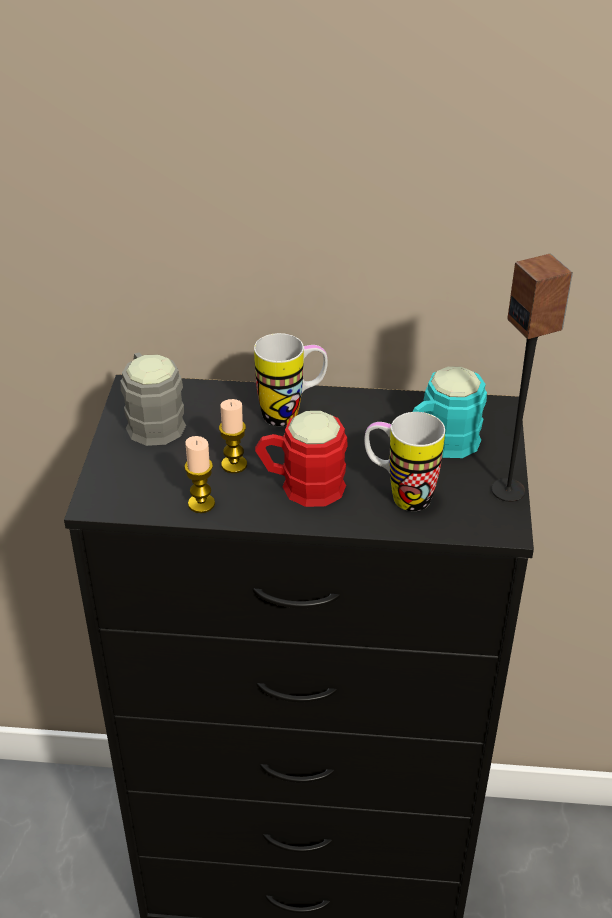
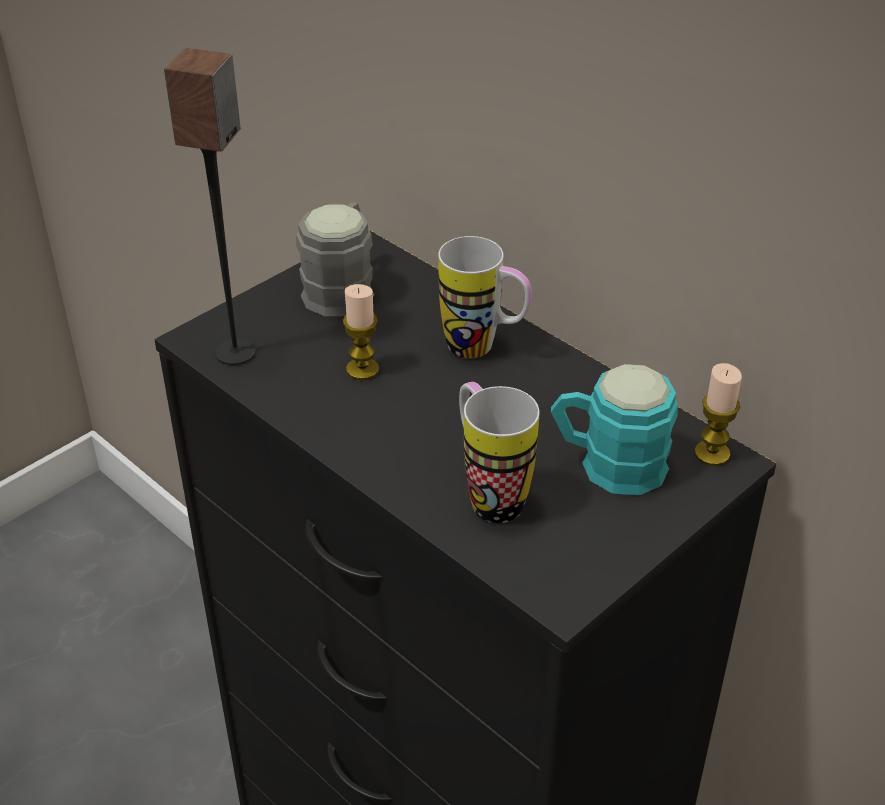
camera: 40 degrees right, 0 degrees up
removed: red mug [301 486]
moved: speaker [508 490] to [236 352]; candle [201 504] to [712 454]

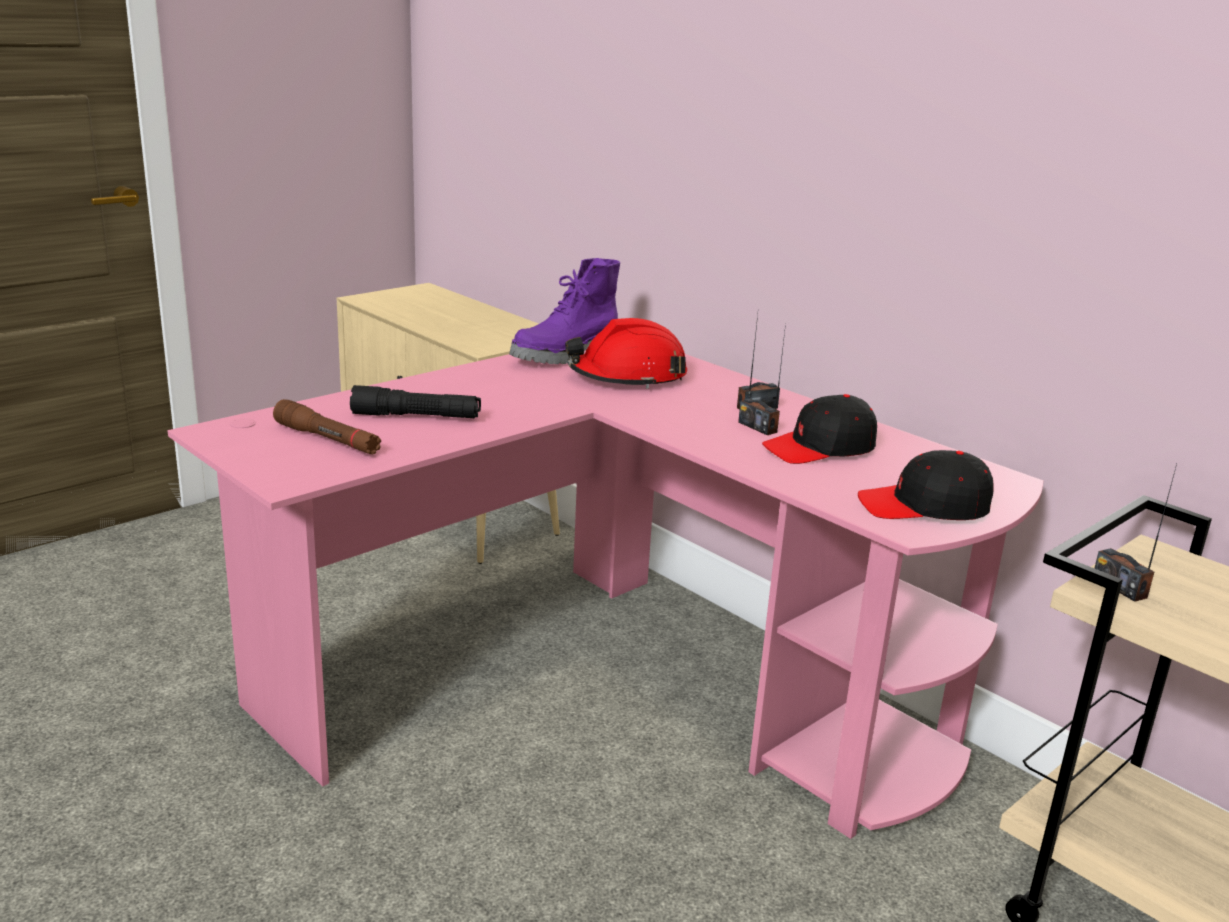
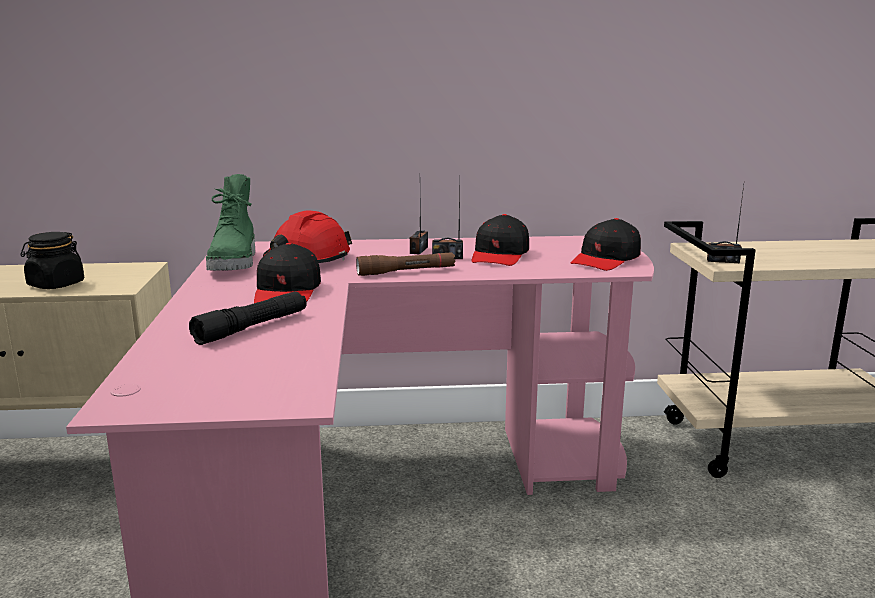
camera: 50 degrees left, 5 degrees down
added: black jar [56 285]; black cap [287 292]
moved: brown flashlight [327 439] to [406 272]
recoloured: purple boot [566 355] to green boot [235 263]

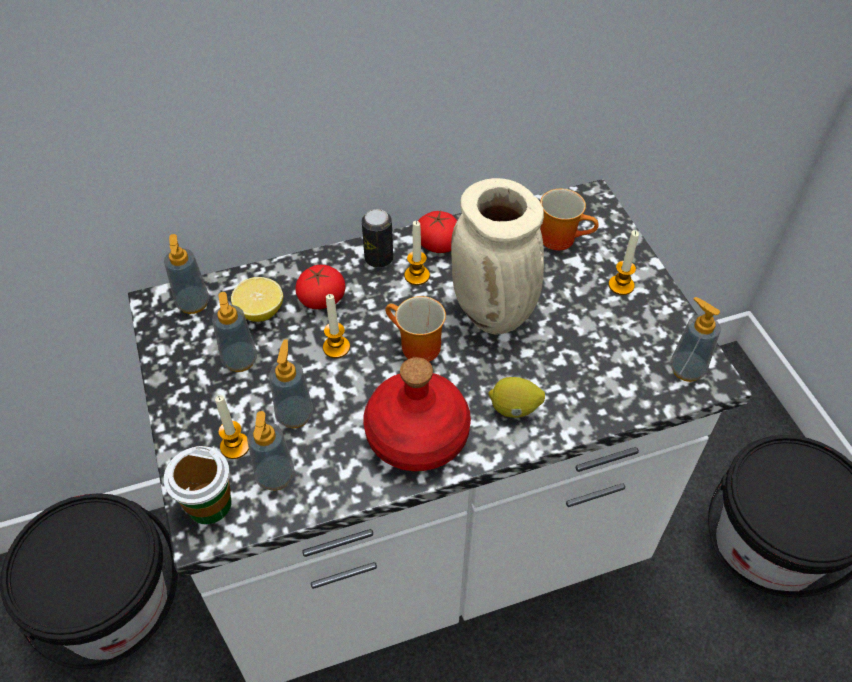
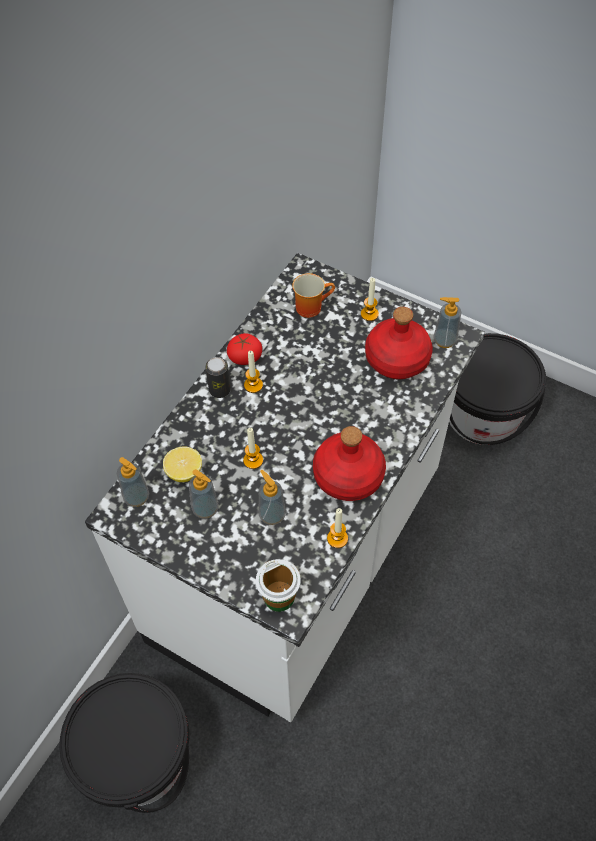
camera: 40 degrees left, 5 degrees up
removed: soap dispenser [275 476]; tomato [321 298]; mug [415 348]; beige vase [494 315]; lemon [514 409]
added: red bottle [397 360]
moved: candle [235 446] to [337 538]

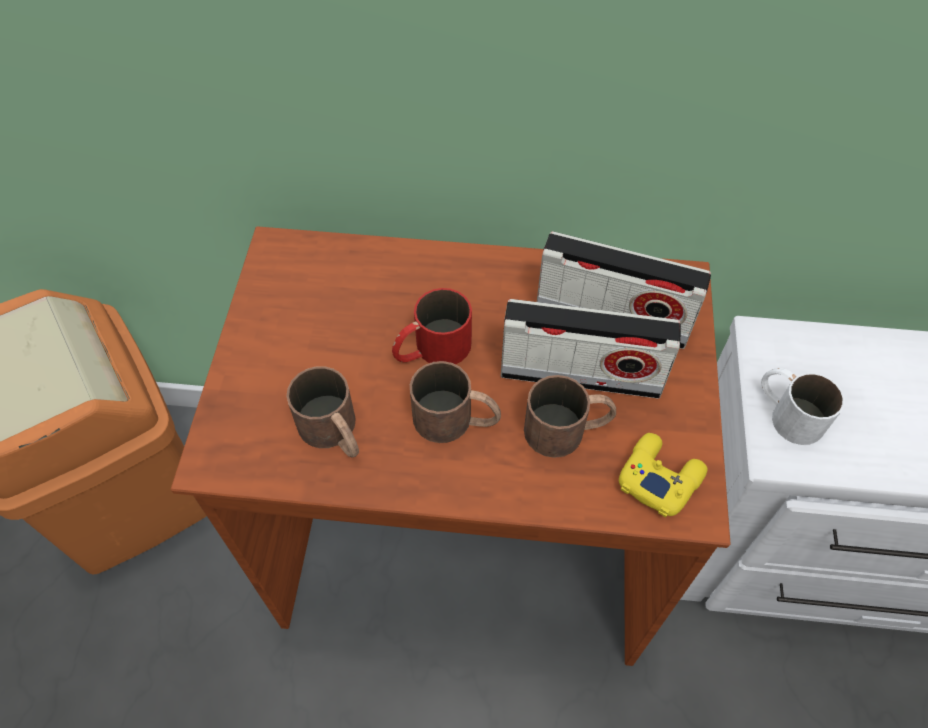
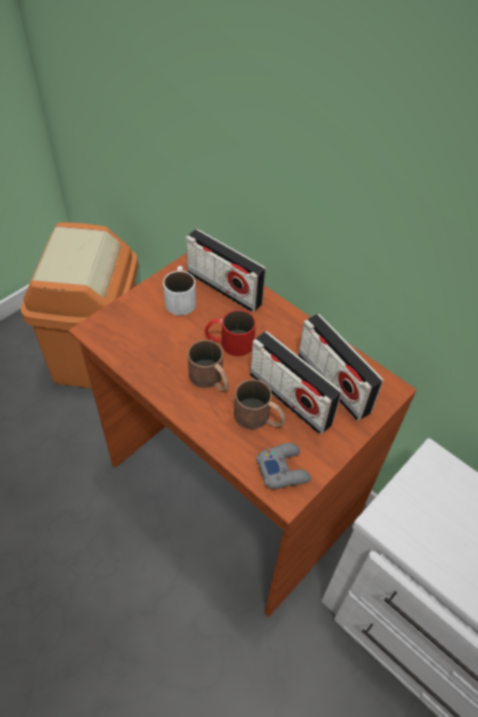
camera: 35 degrees right, 5 degrees down
removed: brown mug [334 433]
added: radio [224 288]
moved: white mug [787 412] to [180 298]
recoloured: yellow game controller [659 477] to grey game controller [283 469]

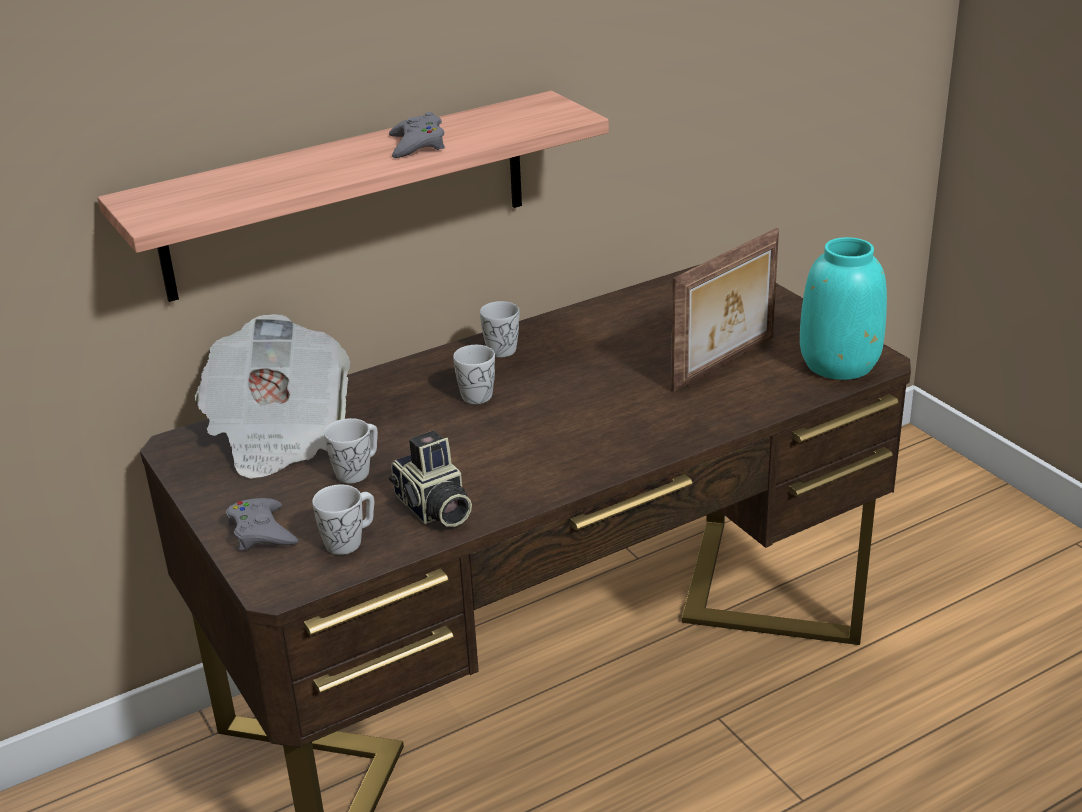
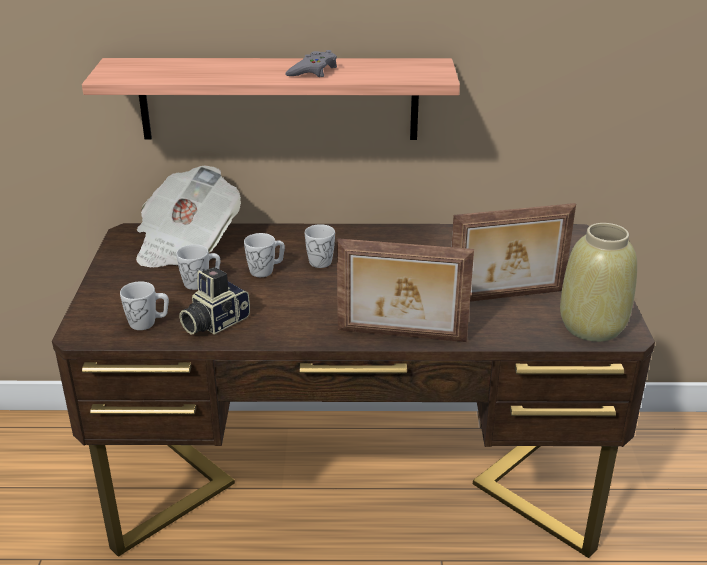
camera: 30 degrees right, 0 degrees up
removed: grey game controller [261 532]
added: picture frame [401 336]
moved: white mug [505 347] to [266 270]
recoloured: turquoise vase [838 364] to beige vase [591 326]
turned: photo camera [433 509] = [214 322] 45 degrees clockwise

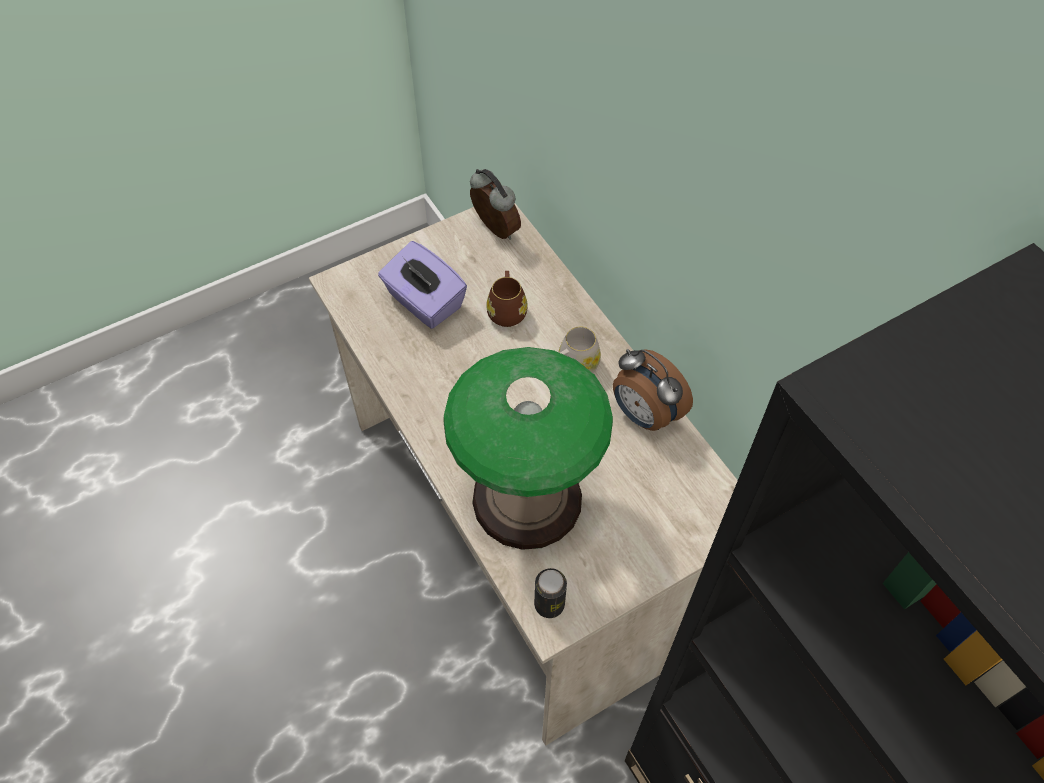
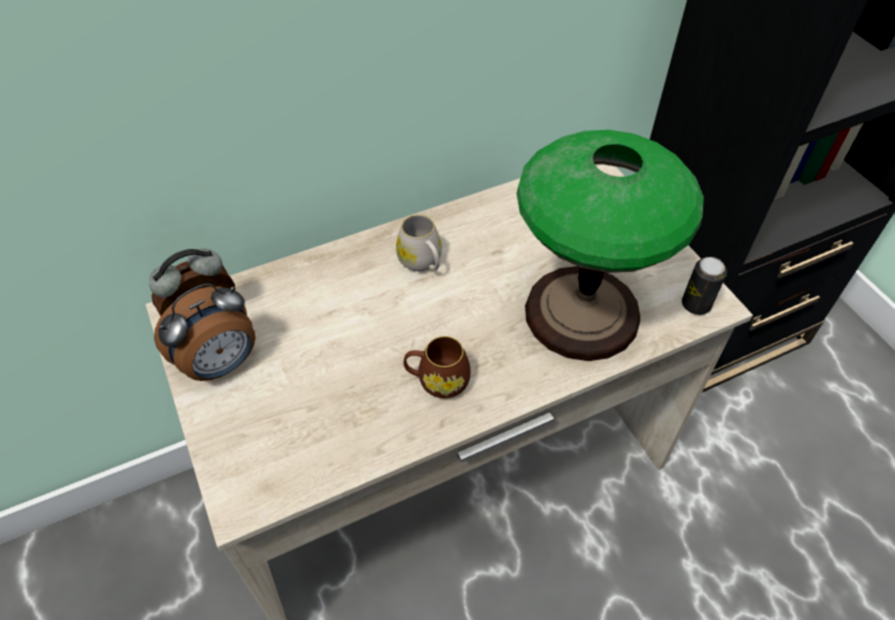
camera: 85 degrees left, 5 degrees down
removed: purple tissue box [424 302]
moved: alarm clock [644 415] to [221 364]; brown mug [507 310] to [437 380]

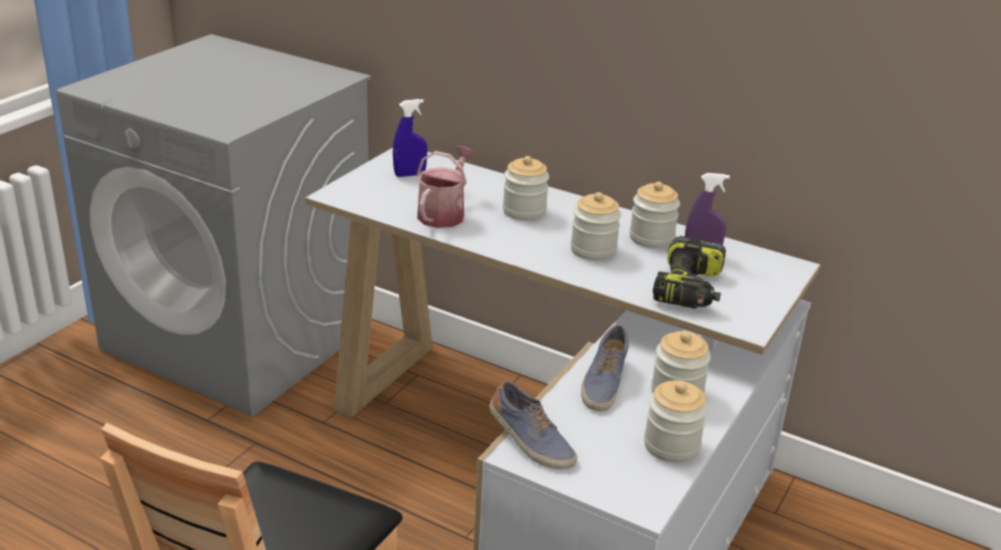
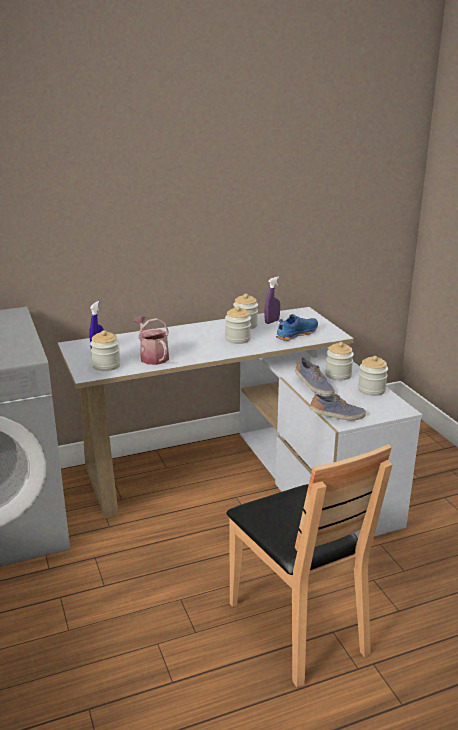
camera: 50 degrees left, 5 degrees down
moved: jar [524 211] to [106 365]
replaced: power drill [690 289] to blue shoe [296 334]

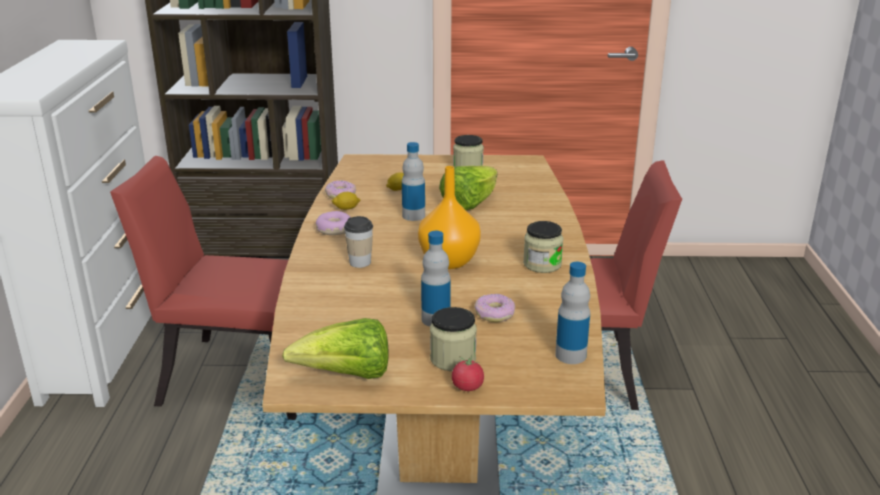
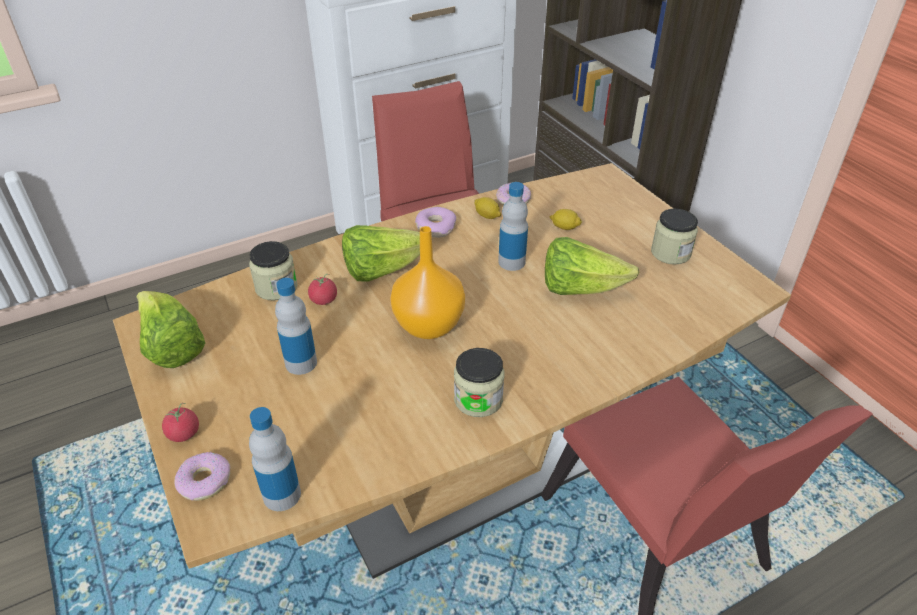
camera: 60 degrees right, 15 degrees up
added: tomato [324 300]
moved: donut [494 314] to [204 481]; jar [453 359] to [276 287]
replaced: cup [360 262] to lettuce [382 270]

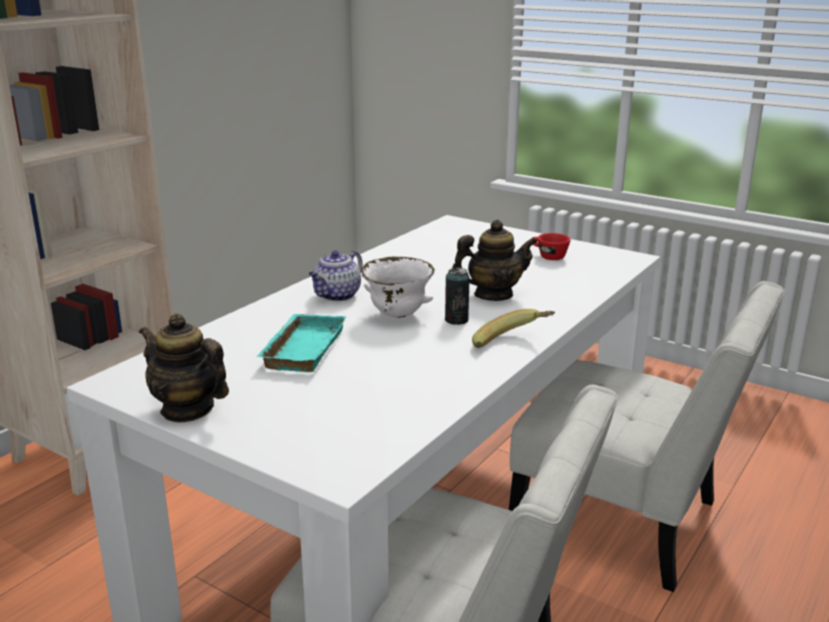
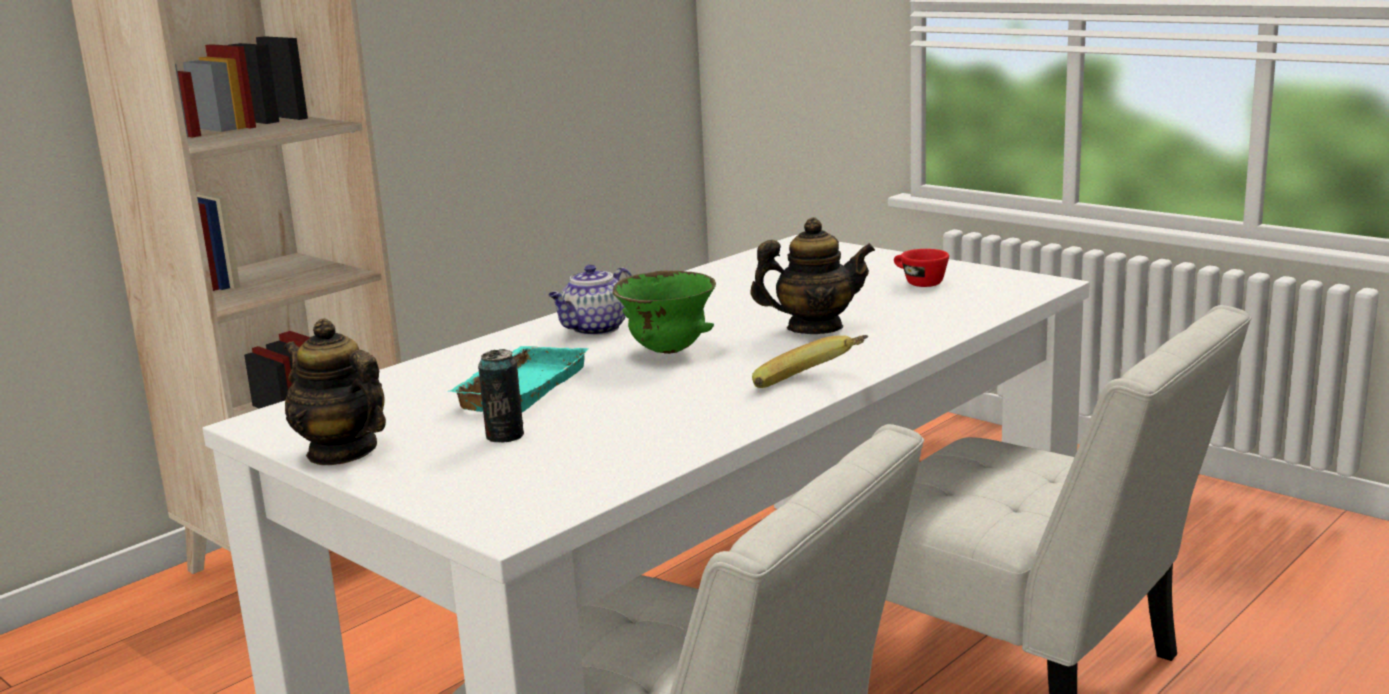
camera: 10 degrees right, 5 degrees down
moved: can [456 320] to [505 436]
recoloured: white bowl [397 315] to green bowl [667 351]

